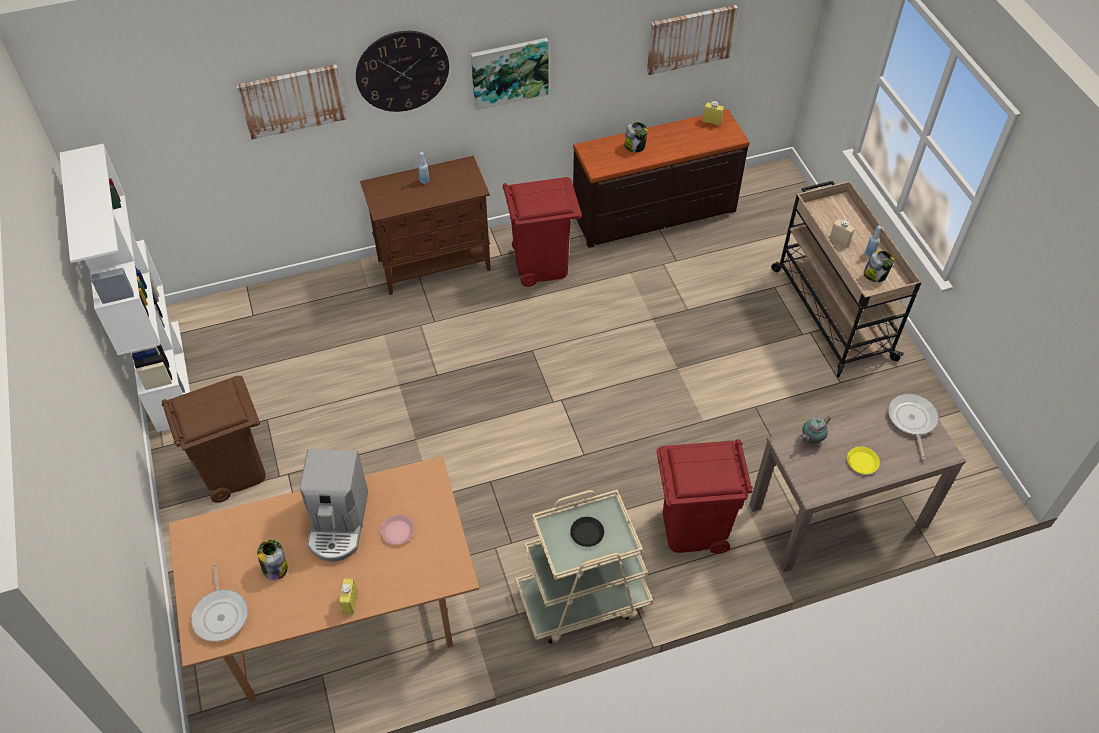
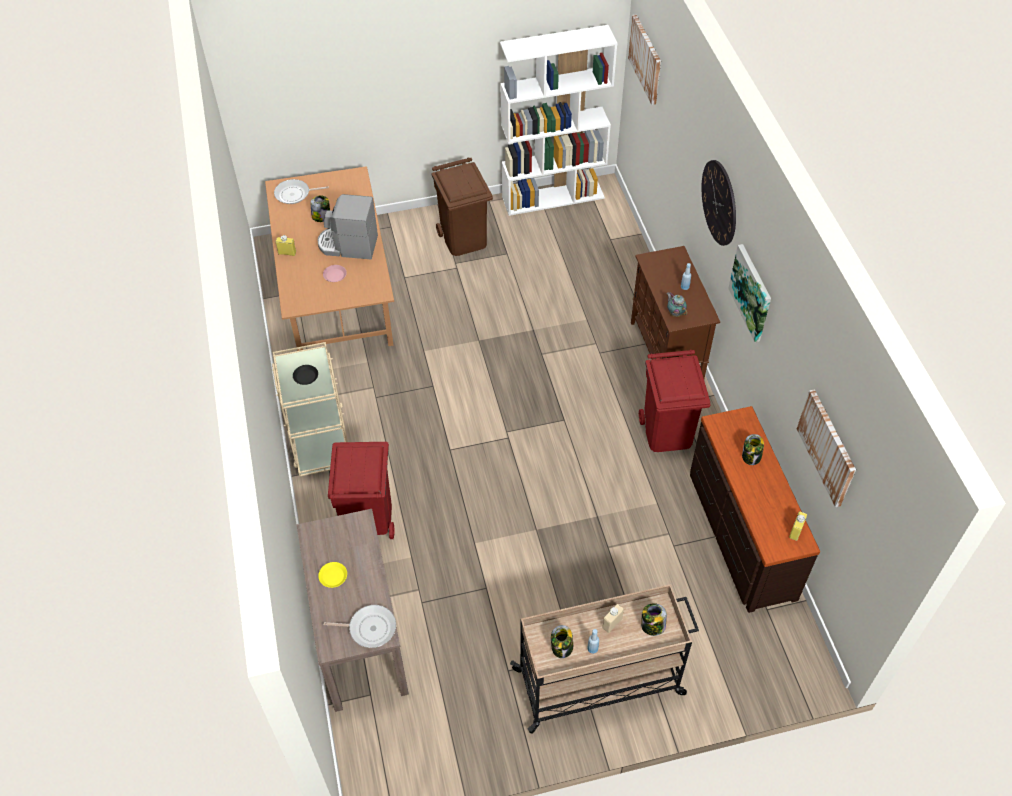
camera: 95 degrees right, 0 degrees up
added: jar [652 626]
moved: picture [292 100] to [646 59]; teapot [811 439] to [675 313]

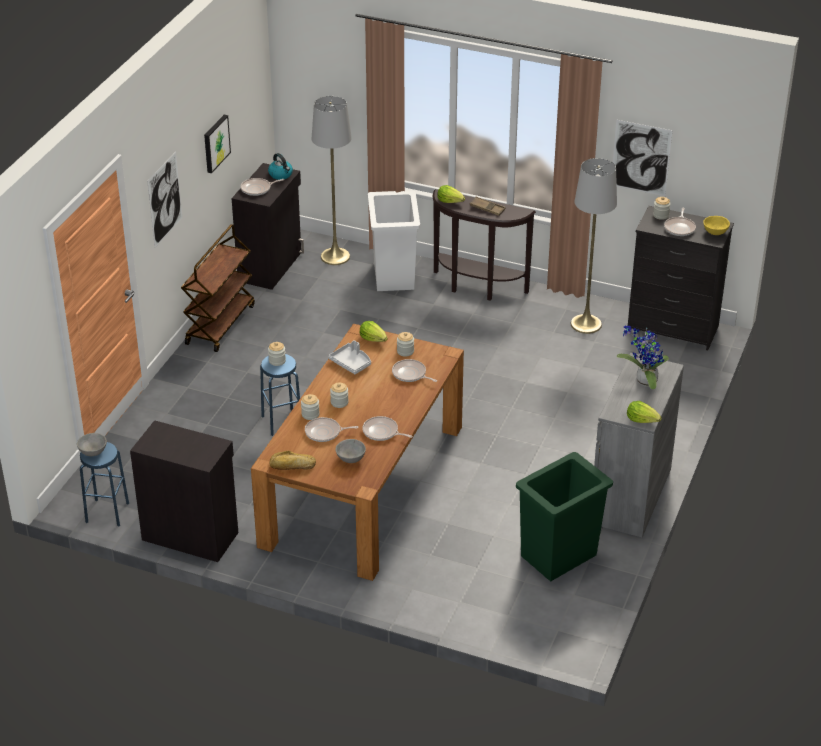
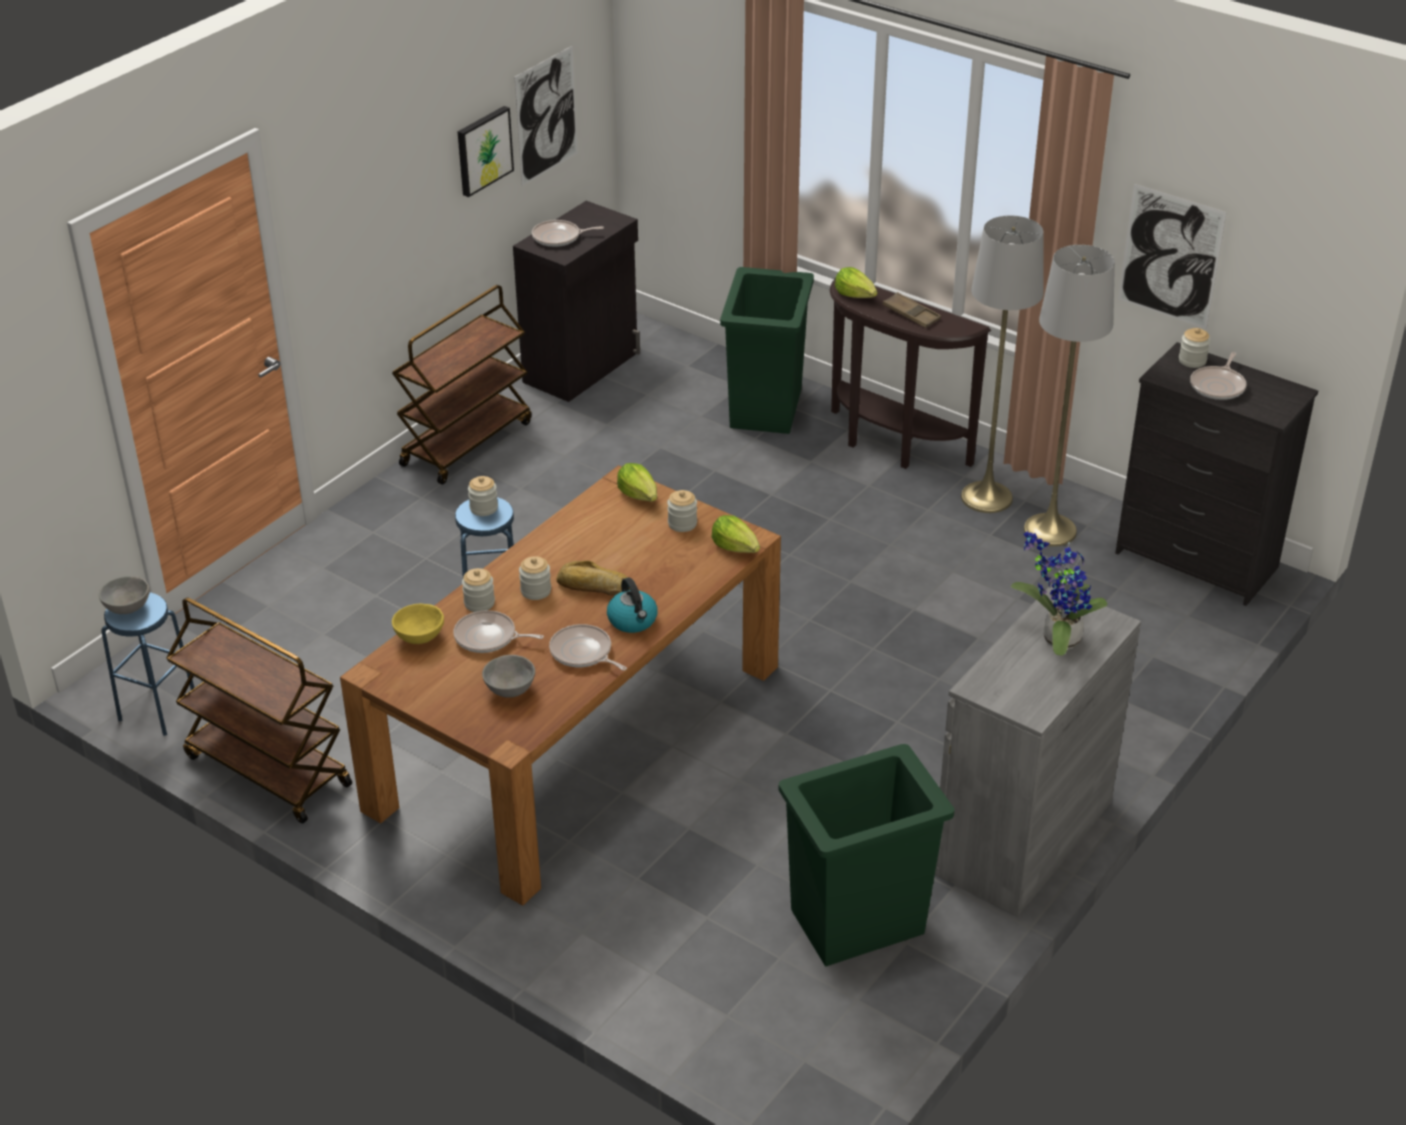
camera: 15 degrees right, 0 degrees up
removed: grey tray [351 363]; frying pan [410 374]
moved: yellow bowl [714 232] to [419 637]; picture [165 199] to [546 116]; bread [292 466] to [593 586]; kettle [281 175] to [633 620]; lettuce [642 420] to [736 547]; grey floor lamp [335 256] to [986 497]
replaced: black cabinet [190 535] to brown cart [266 770]
recoloured: white trash can [393 276] to green trash can [764 409]

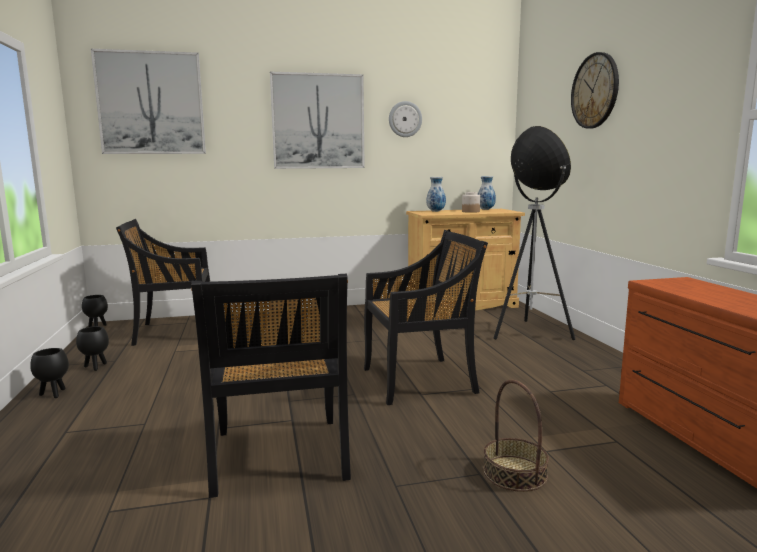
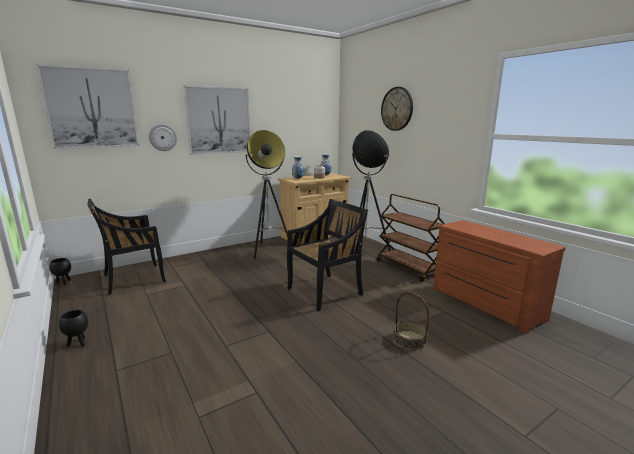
camera: 20 degrees left, 5 degrees up
removed: black planter [95 367]; black chair [279 457]
added: floor lamp [269 251]; brown cart [408 268]
moved: wall clock [405 119] to [163 137]

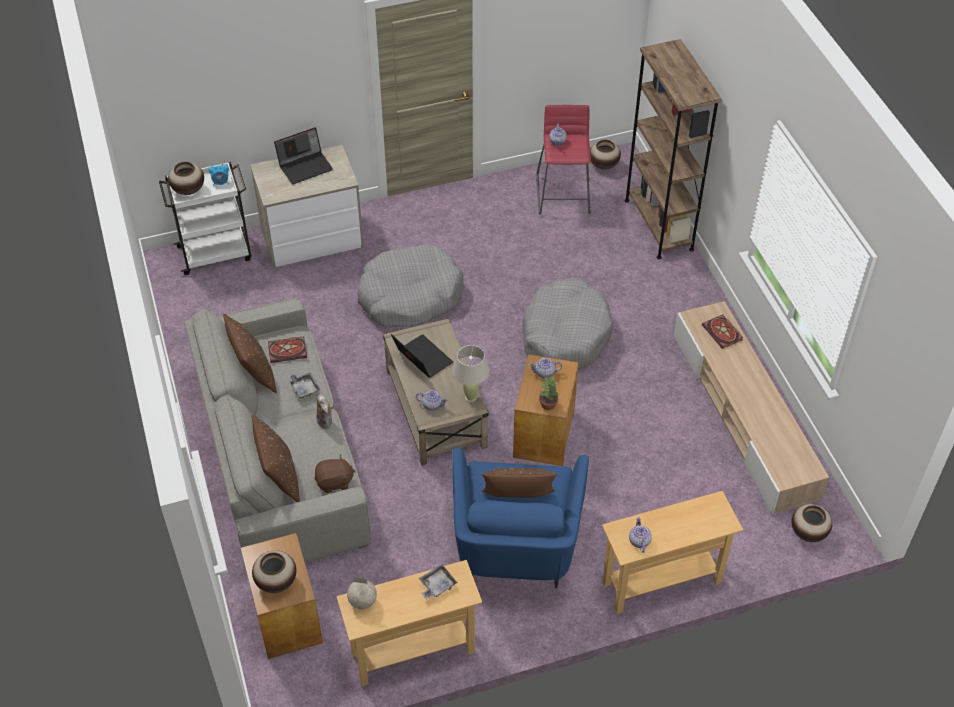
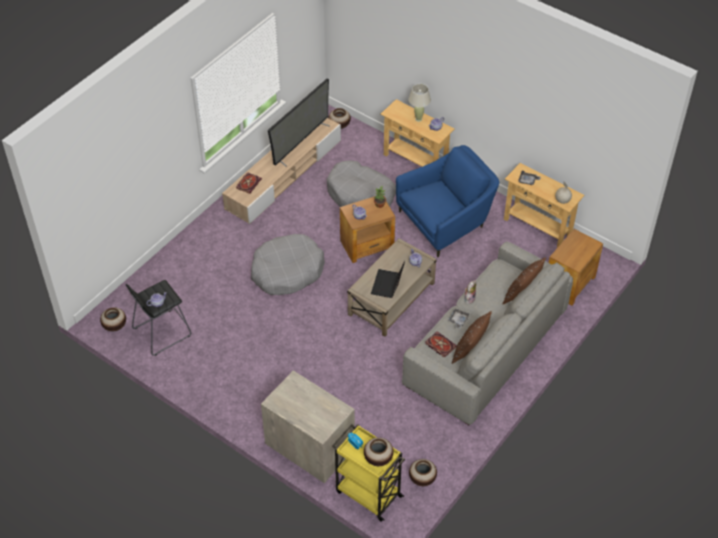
camera: 125 degrees left, 0 degrees up
removed: laptop [305 166]; brown plush toy [334 482]; brown pillow [518 502]; brown bookcase [658 225]
added: television [301 142]
moved: grey dog bed [410 296] to [360 195]; beige table lamp [470 397] to [418 119]; vase [276 582] to [422 479]
recoloured: red stool [563 195] to black stool [161 332]; white cart [216 253] to yellow cart [367 493]

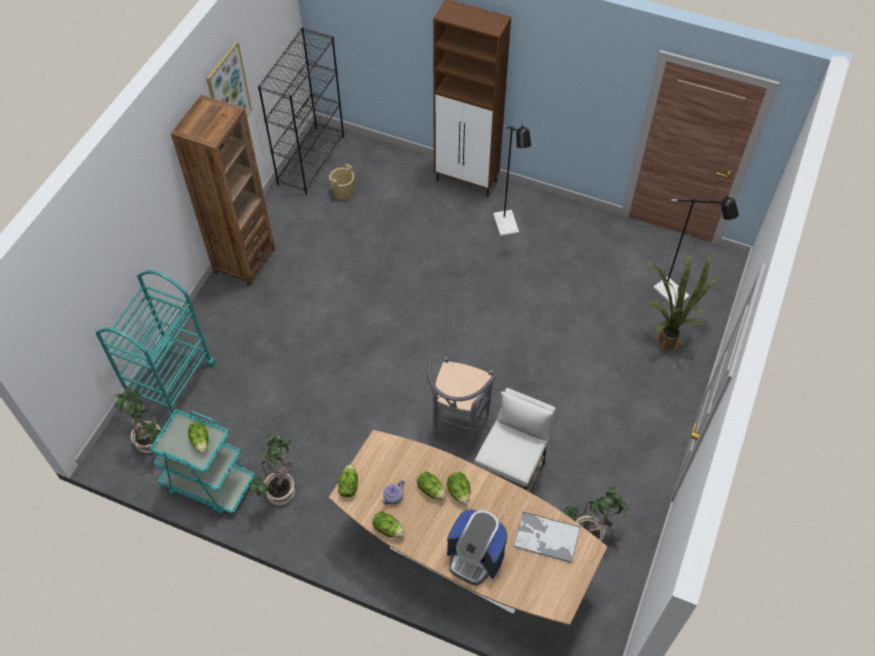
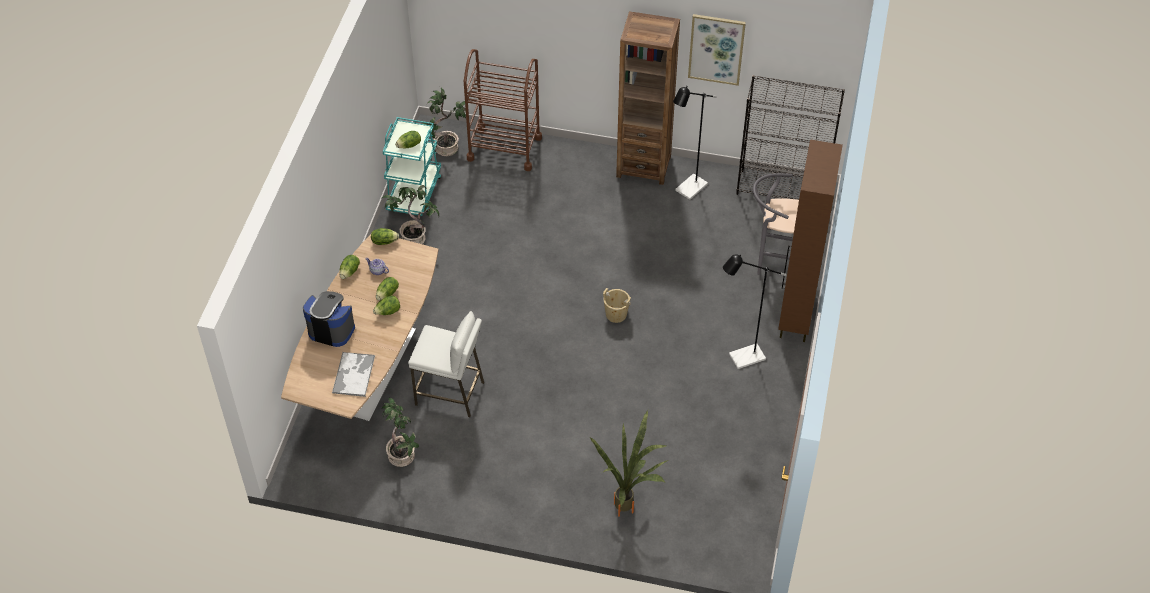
camera: 80 degrees right, 5 degrees down
moved: beige bucket [343 192] to [616 314]; black floor lamp [675 296] to [687 190]; grey stool [457 431] to [773 263]
recoloured: turquoise cart [171 382] to brown cart [504 148]
turned: coffee machine [475 557] = [331 329] 90 degrees clockwise

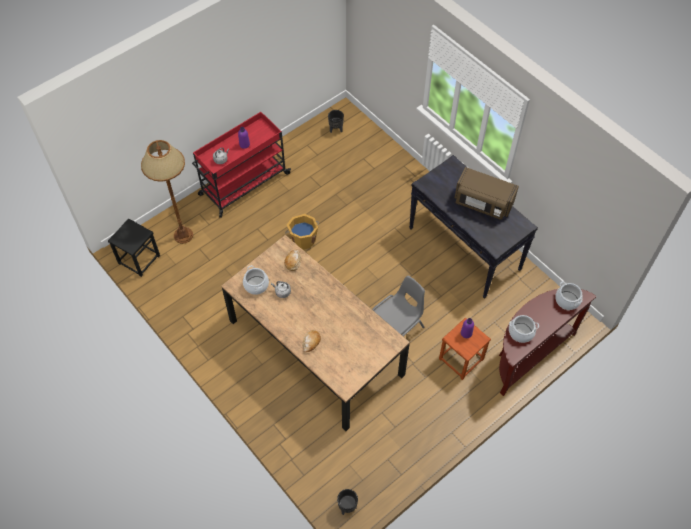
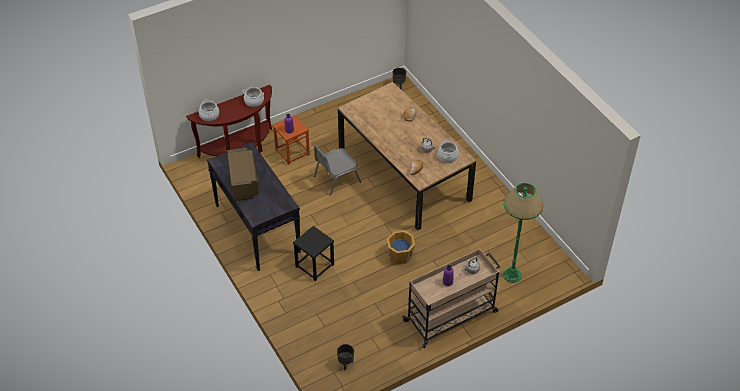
camera: 170 degrees left, 10 degrees down
moved: black stool [139 259] to [315 266]
recoloured: red cart [243 184] to beige cart [451 316]; brown floor lamp [183 235] to green floor lamp [512 275]
turned: brown microwave [482 203] = [243 183] 45 degrees clockwise

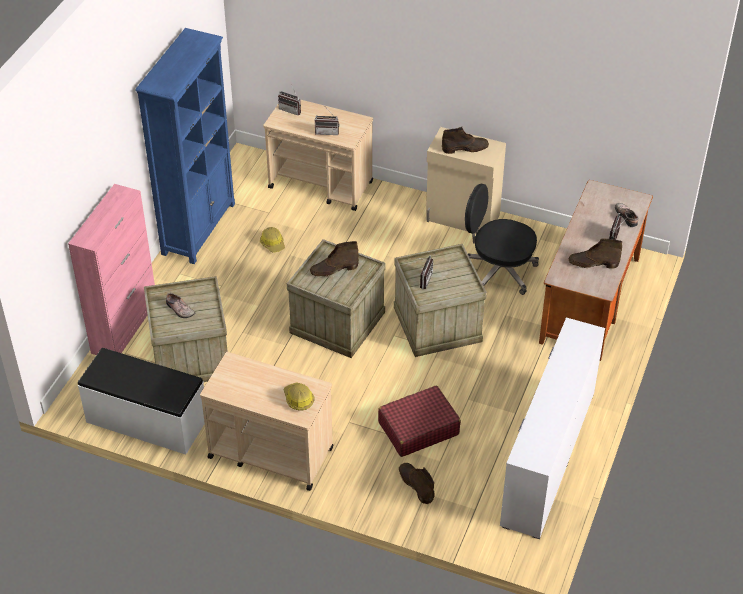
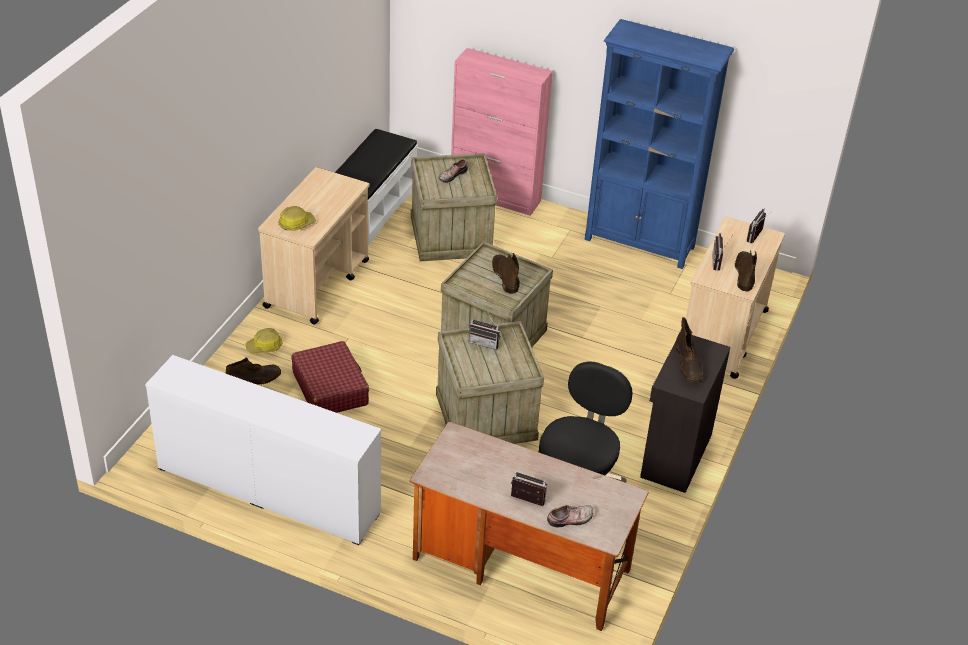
camera: 90 degrees right, 5 degrees down
moved: hard hat [273 243] to [265 347]; brown boot [593 263] to [744 273]
recoloured: beige cabinet [462 218] to black cabinet [674 456]

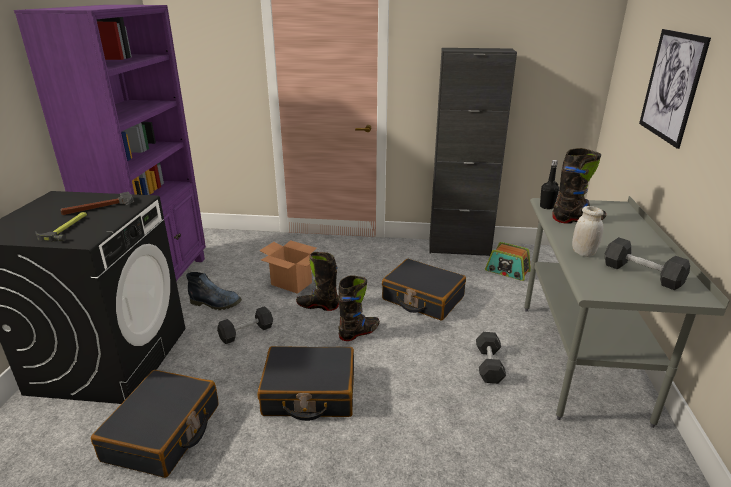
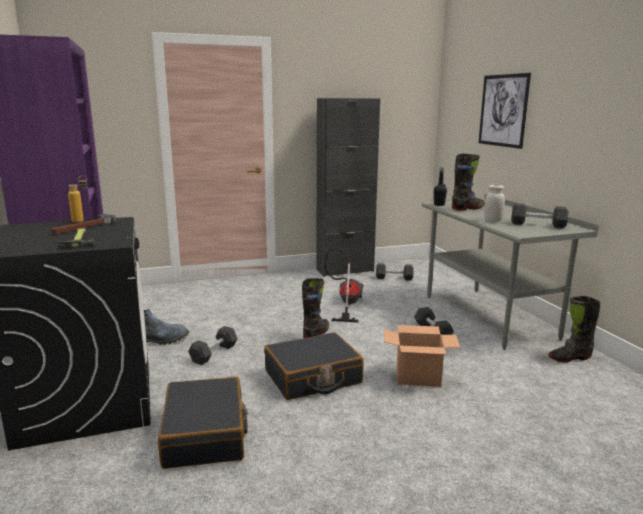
camera: 25 degrees left, 10 degrees down
added: bottle [82 220]
moved: cardboard box [292 283] to [418 377]; black boot [318 306] to [569 358]
replaced: black suitcase [422 298] to vacuum cleaner [346 304]; radio [507 271] to black dumbbell [394 278]

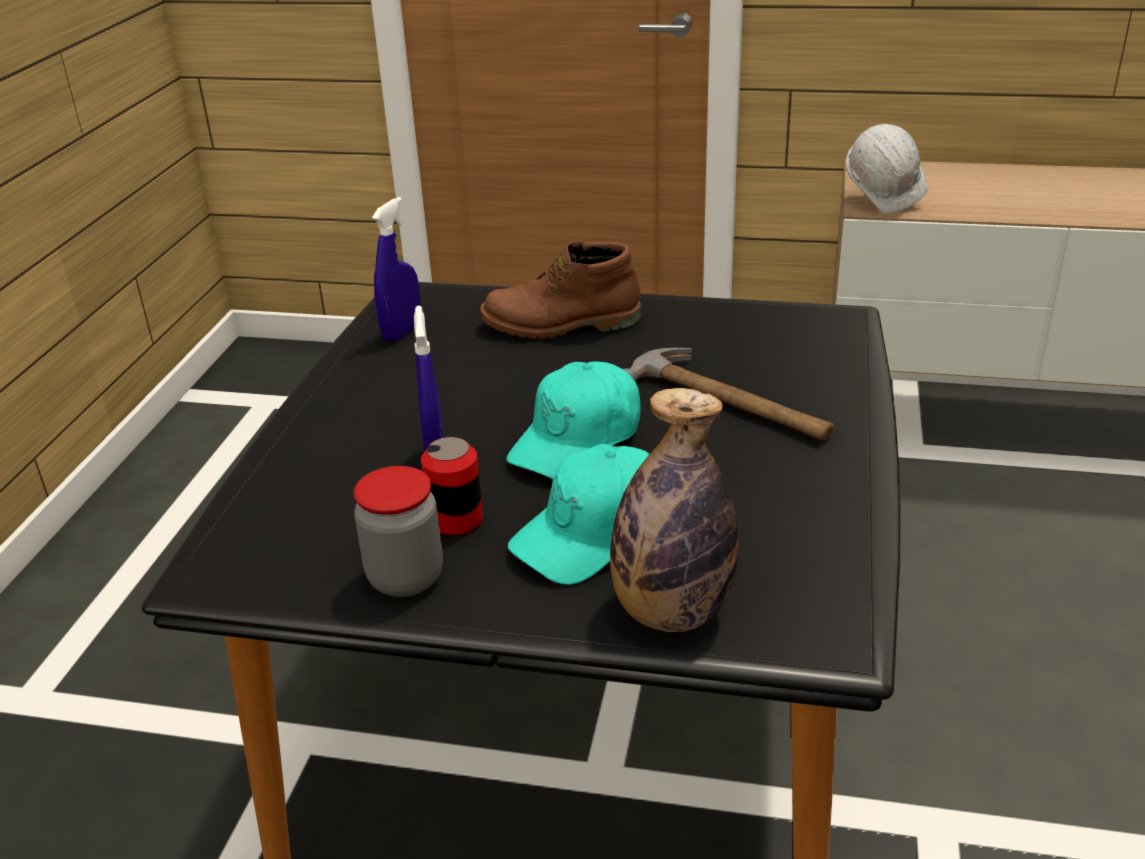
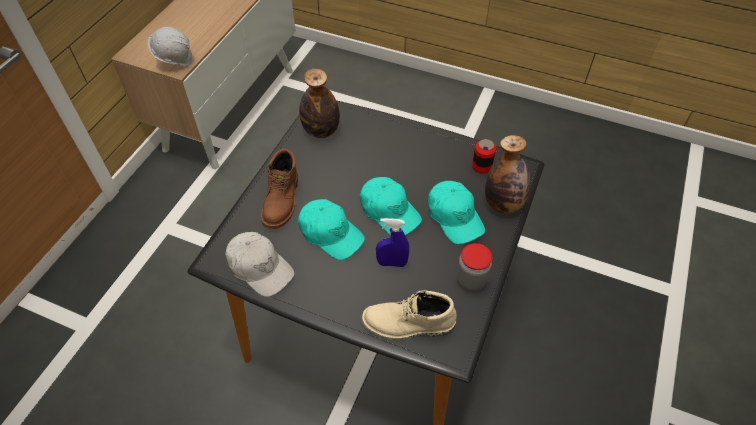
camera: 80 degrees left, 20 degrees up
removed: hammer [730 403]
added: turquoise cap [330 233]; bottle [321 131]; beige boot [408 325]
moved: can [456 520] to [481 166]
replaced: blue spray bottle [402 332] to white cap [260 267]

